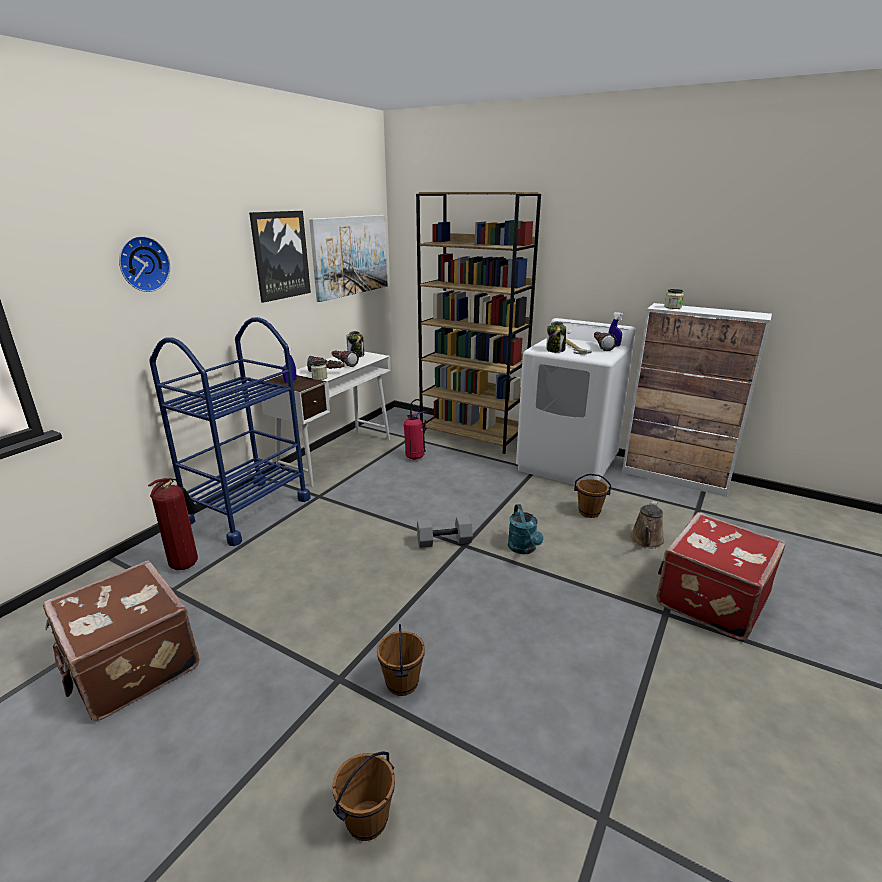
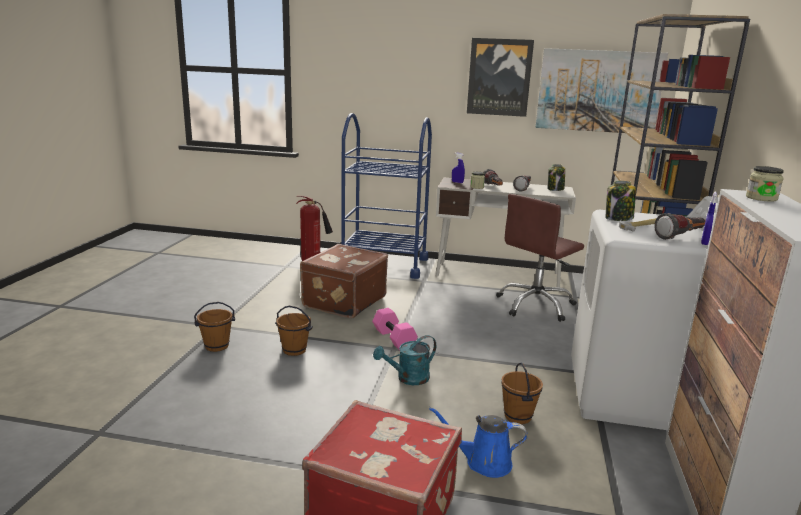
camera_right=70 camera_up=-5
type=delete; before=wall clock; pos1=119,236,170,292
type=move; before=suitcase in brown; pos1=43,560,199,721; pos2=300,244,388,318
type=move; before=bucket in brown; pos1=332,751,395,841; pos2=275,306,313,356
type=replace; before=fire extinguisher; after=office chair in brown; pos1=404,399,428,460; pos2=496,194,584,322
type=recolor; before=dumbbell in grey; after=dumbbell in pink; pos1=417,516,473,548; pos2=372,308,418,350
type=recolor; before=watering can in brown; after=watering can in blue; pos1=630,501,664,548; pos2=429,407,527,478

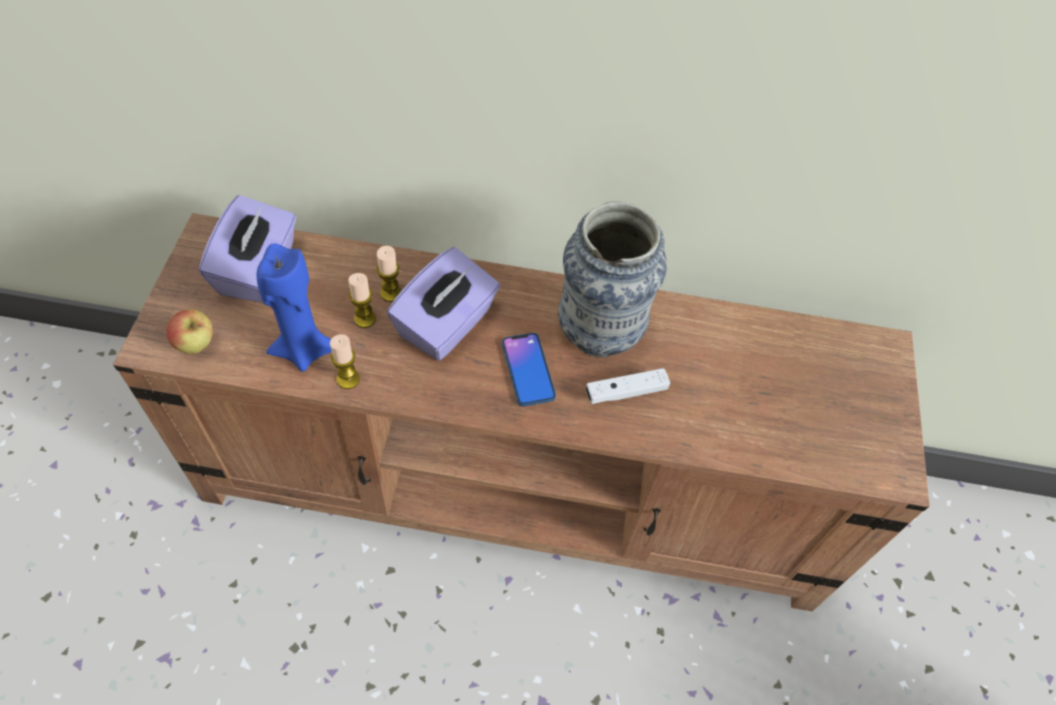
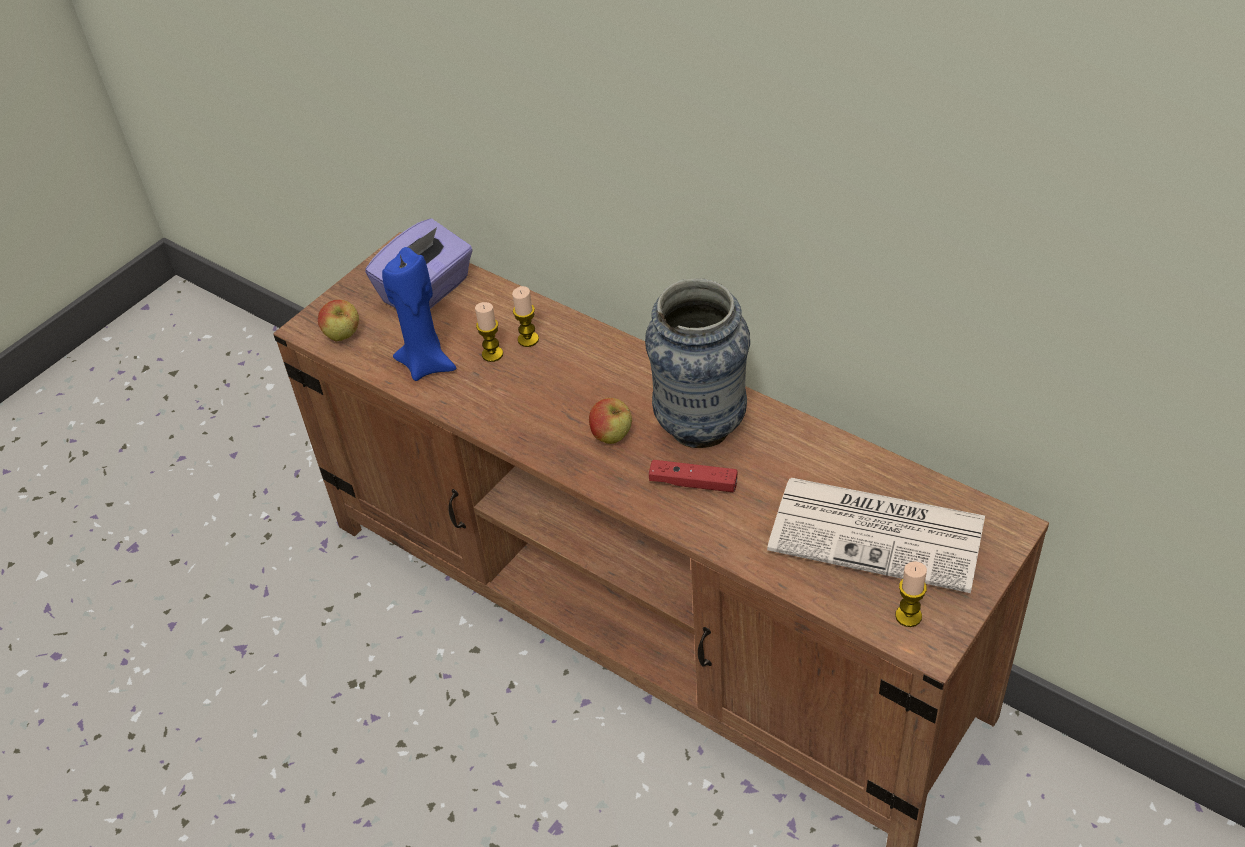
camera_right=35 camera_up=-10
type=delete; before=tissue box in purple; pos1=387,247,500,361
type=insert; after=newspaper; pos2=767,478,985,593
type=move; before=candle; pos1=330,334,360,389; pos2=895,562,927,627
type=replace; before=phone; after=apple; pos1=502,333,556,406; pos2=589,398,632,444
type=recolor; before=game controller in white; after=game controller in red; pos1=586,368,670,404; pos2=649,460,738,492

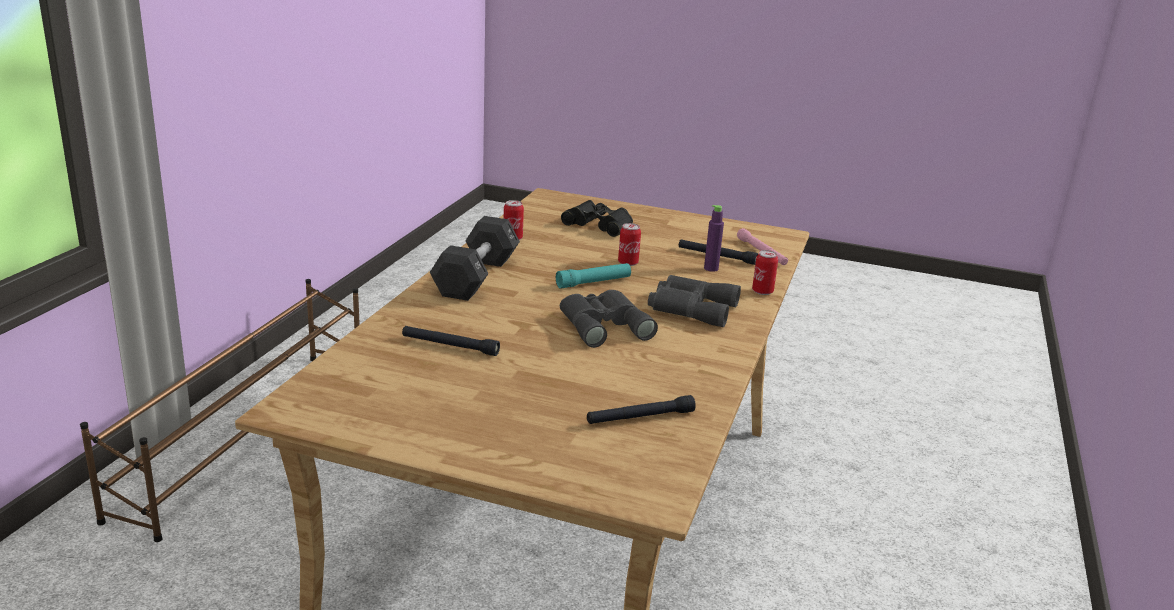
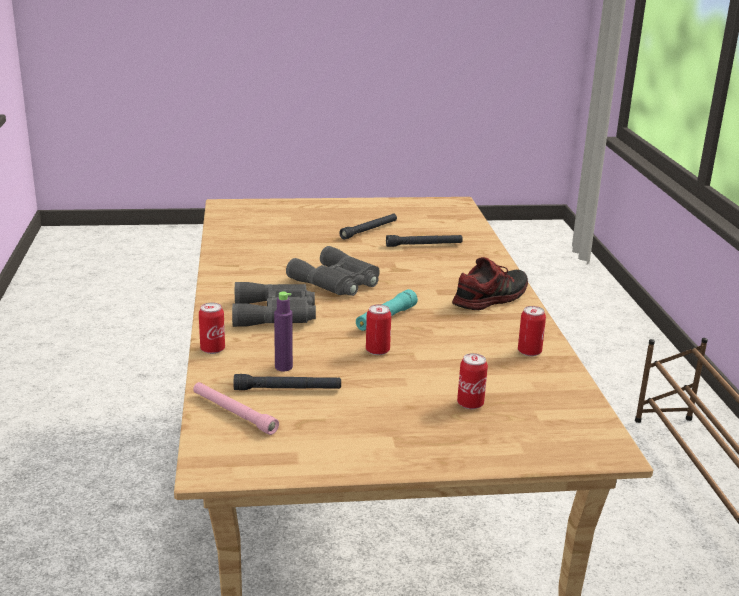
camera_right=155 camera_up=0
type=move; before=flashlight in black; pos1=587,395,696,424; pos2=339,214,397,240
type=replace; before=dumbbell in black; after=shoe; pos1=430,216,520,301; pos2=452,257,528,310
type=replace; before=binoculars in black; after=can; pos1=561,200,633,237; pos2=457,353,488,409

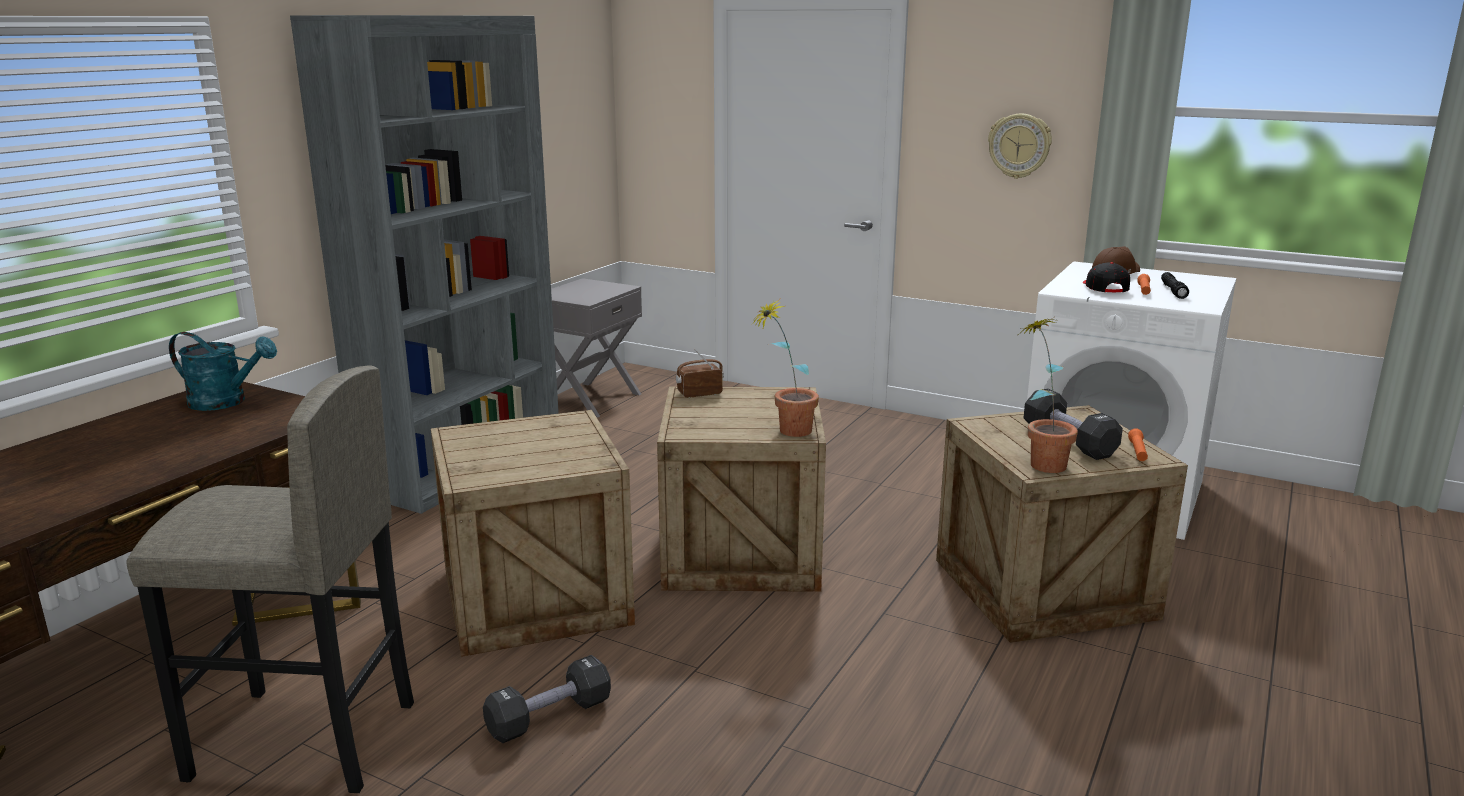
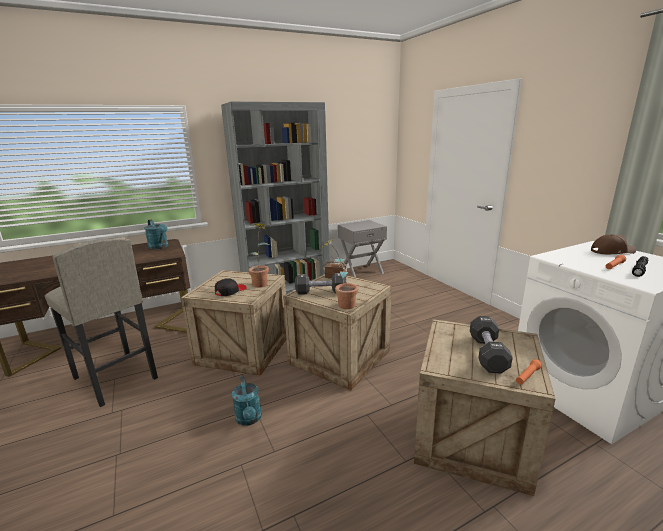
camera_right=35 camera_up=0
type=delete; before=wall clock; pos1=988,114,1052,179
type=insert; after=watering can in turquoise; pos2=232,376,262,426
type=move; before=dumbbell in black; pos1=483,655,611,743; pos2=295,273,346,295
type=move; before=potted plant; pos1=1016,317,1078,473; pos2=247,223,270,288
type=move; before=cap in black; pos1=1083,262,1130,292; pos2=215,278,247,296

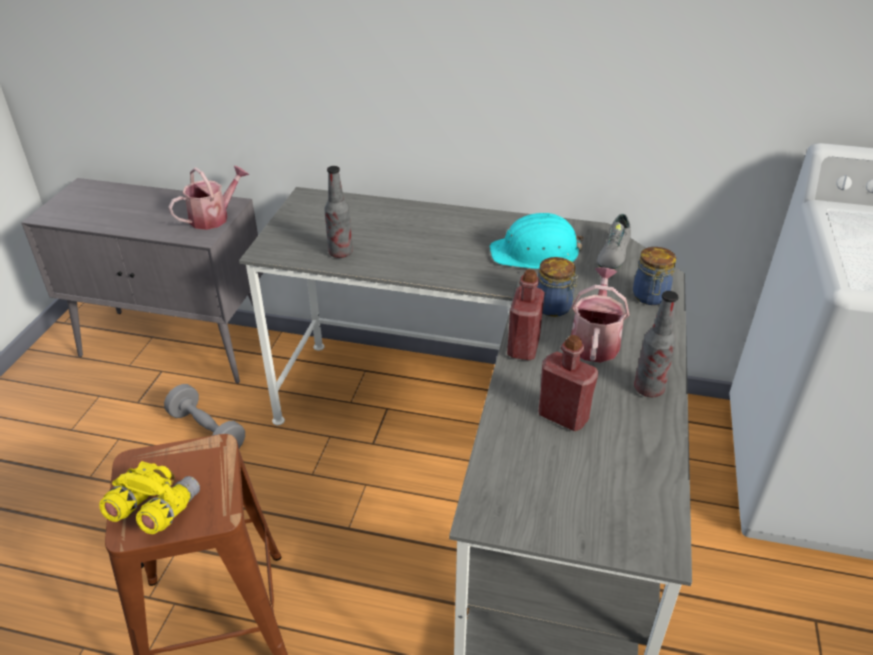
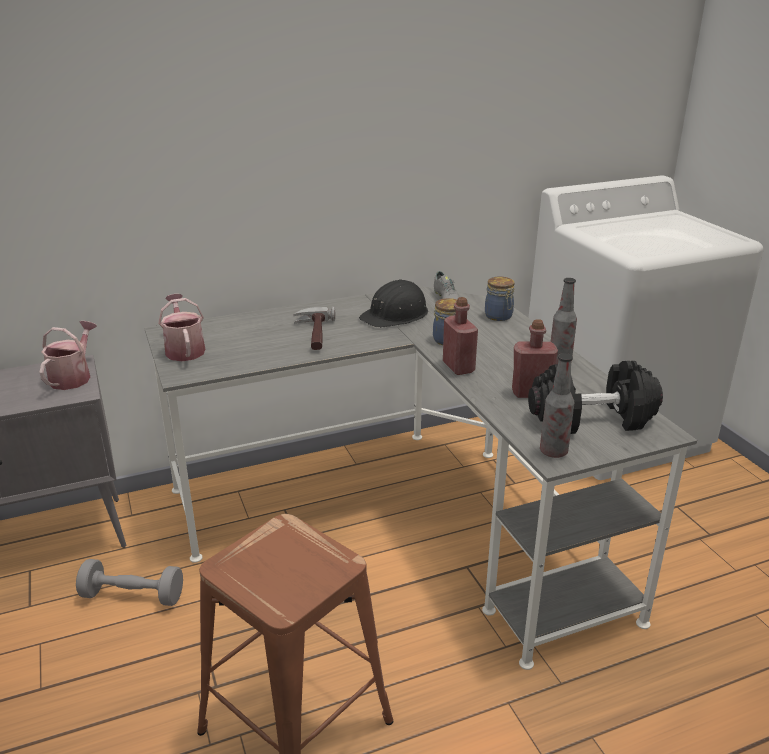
camera_right=-35 camera_up=-10
type=delete; before=binoculars in yellow; pos1=99,461,200,534
type=insert; after=hammer; pos2=294,307,335,350
type=insert; after=dumbbell in black; pos2=528,361,663,434
type=move; before=bottle; pos1=324,166,353,258; pos2=540,353,574,458
type=move; before=watering can; pos1=571,267,629,363; pos2=158,294,205,361
type=recolor; before=hard hat in turquoise; after=hard hat in black; pos1=490,213,584,269; pos2=359,279,428,328

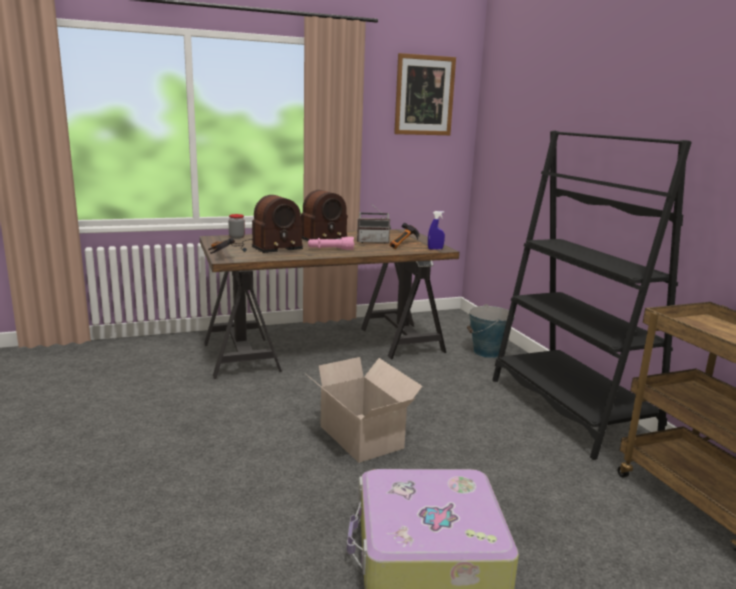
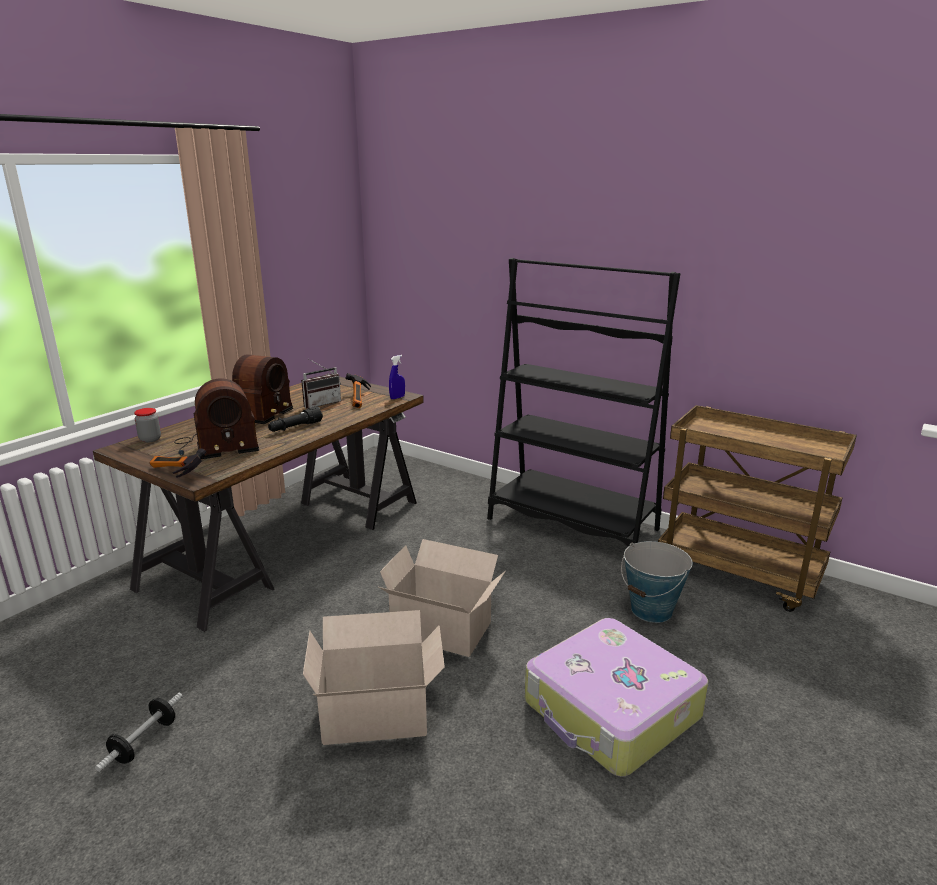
camera_right=-35 camera_up=5
type=delete; before=picture; pos1=394,53,456,135
type=insert; after=dumbbell; pos2=95,693,183,772
type=insert; after=cardboard box; pos2=303,610,445,745
type=move; before=bucket; pos1=467,304,515,358; pos2=621,541,693,623
type=recolor; before=flashlight in pink; after=flashlight in black; pos1=308,237,354,250; pos2=268,406,323,432
type=rotate; before=radio; pos1=231,195,303,253; pos2=174,378,259,459; turn=45

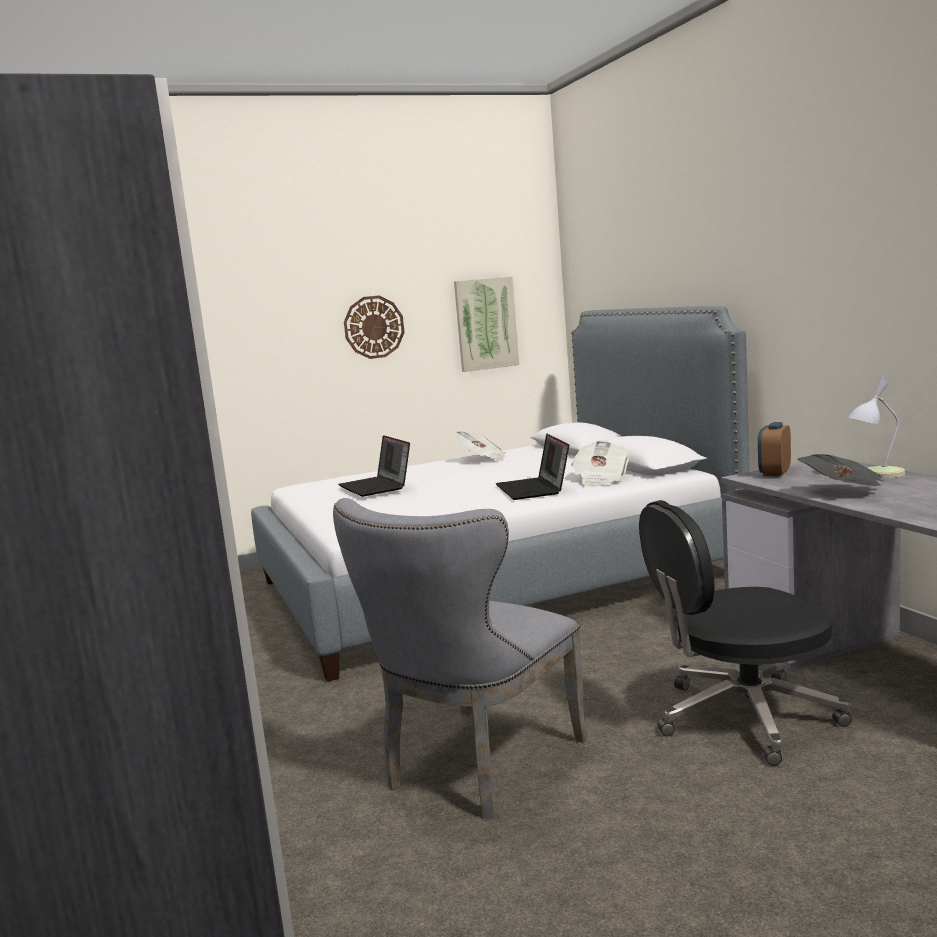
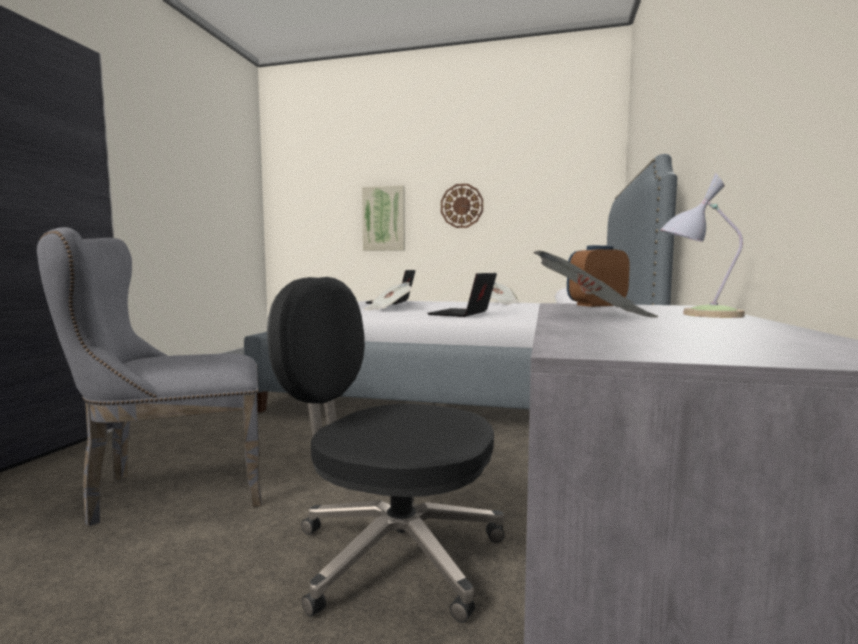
camera_right=35 camera_up=-5
type=move; before=picture; pos1=454,276,519,372; pos2=362,185,405,251
type=move; before=newspaper; pos1=571,440,630,487; pos2=364,282,412,310

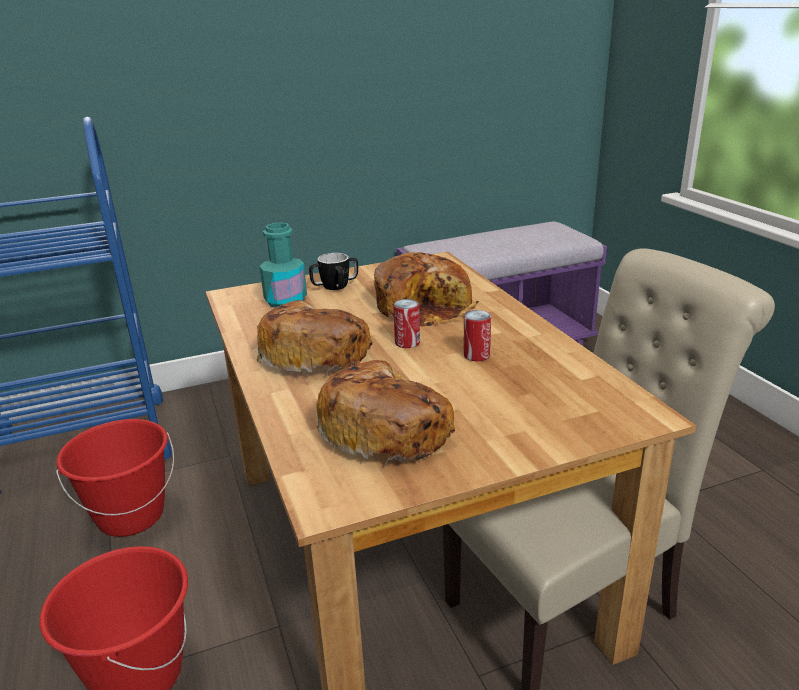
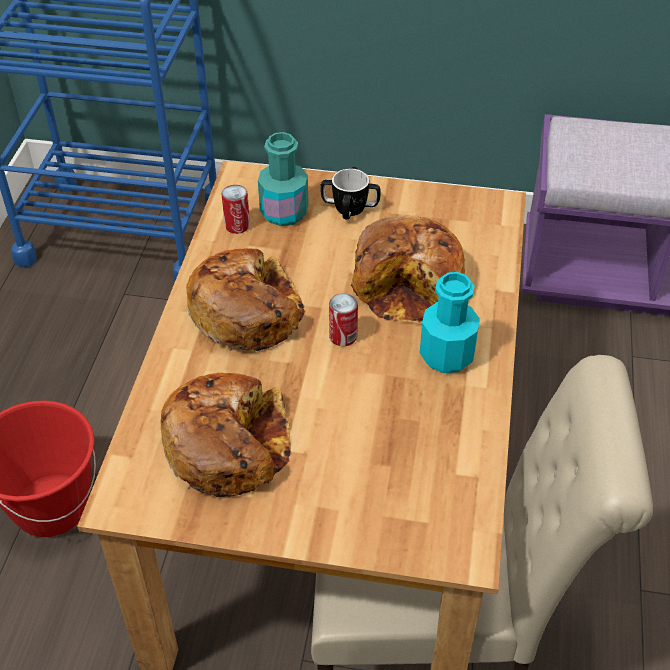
camera_right=30 camera_up=20
type=delete; before=bucket in red; pos1=56,419,174,537
type=insert; after=bottle in turquoise; pos2=420,272,480,373
type=move; before=can; pos1=463,310,491,361; pos2=221,185,250,234

